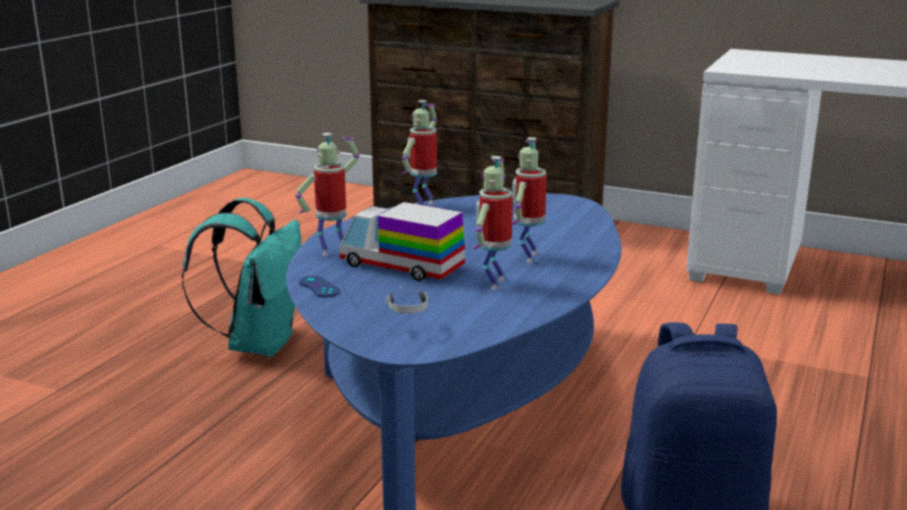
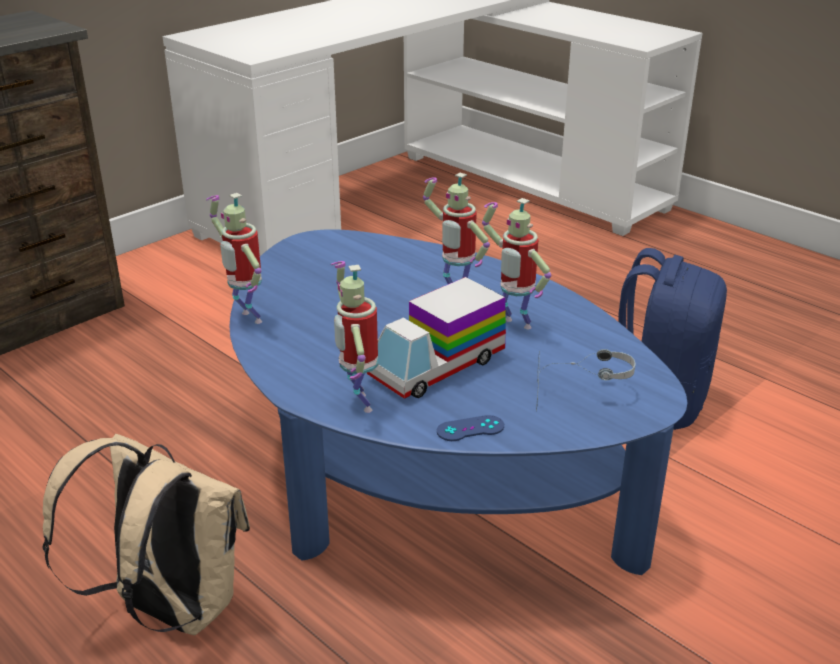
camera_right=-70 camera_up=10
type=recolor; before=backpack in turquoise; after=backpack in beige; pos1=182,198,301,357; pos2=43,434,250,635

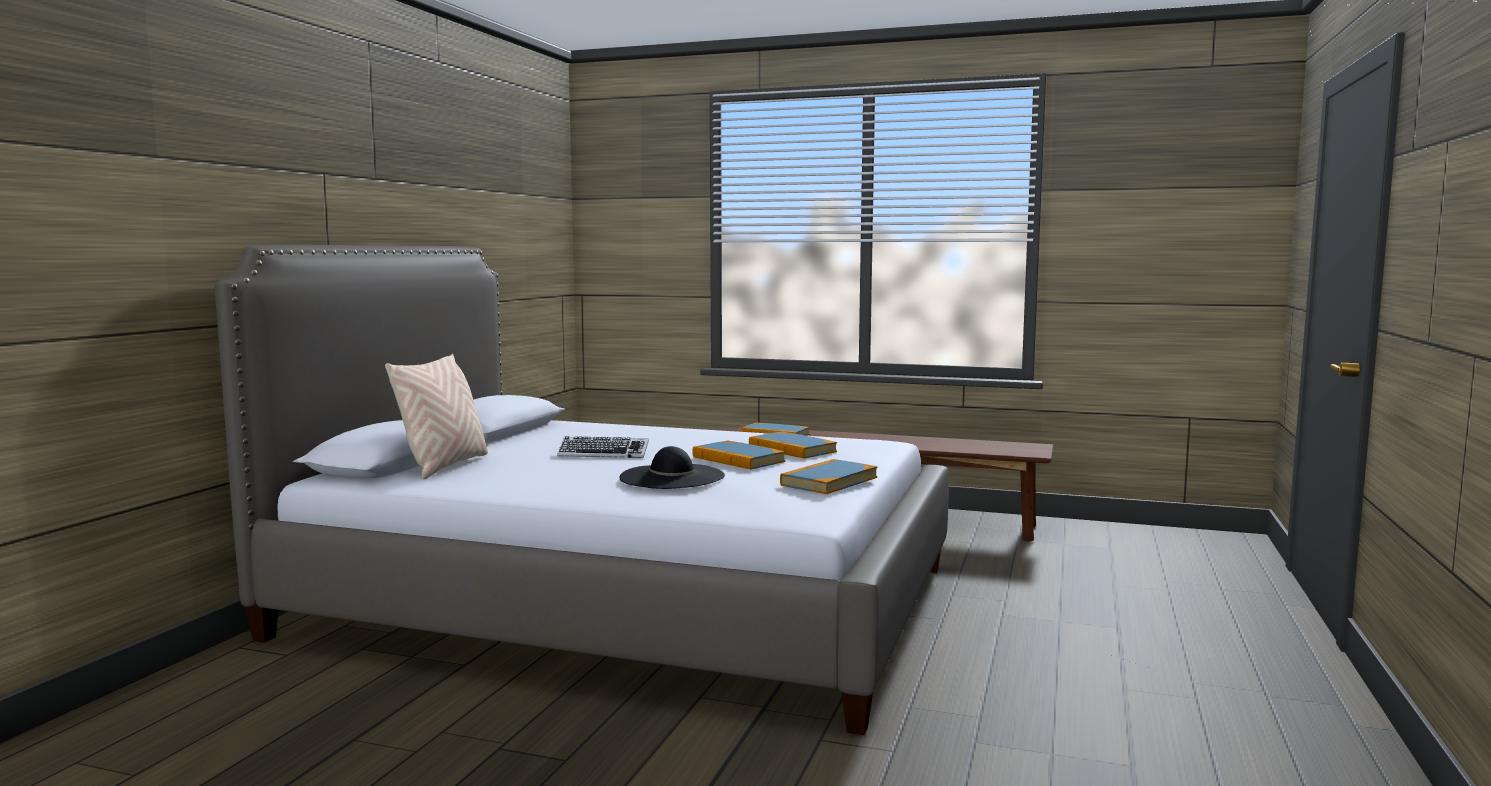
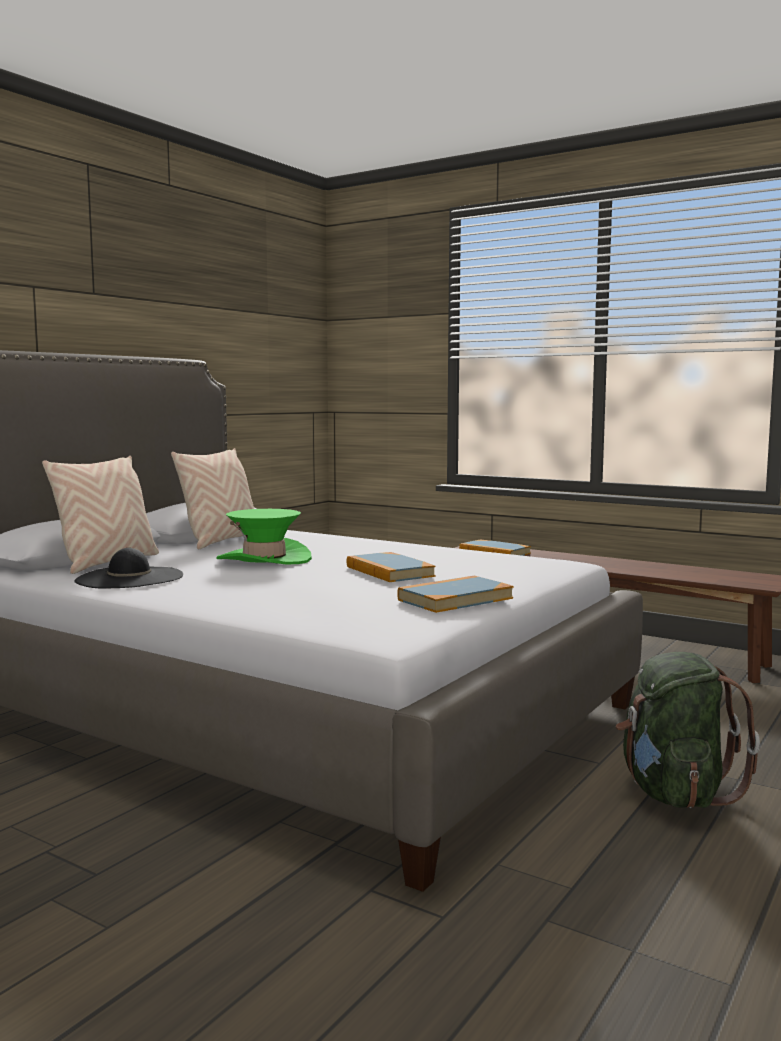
camera_right=15 camera_up=0
type=delete; before=book; pos1=749,432,837,459
type=insert; after=pillow in beige; pos2=171,448,254,549
type=insert; after=backpack in green; pos2=616,652,760,808
type=move; before=hat in black; pos1=619,446,725,489; pos2=74,548,183,588
type=replace; before=keyboard; after=hat in green; pos1=557,436,649,458; pos2=217,509,312,565

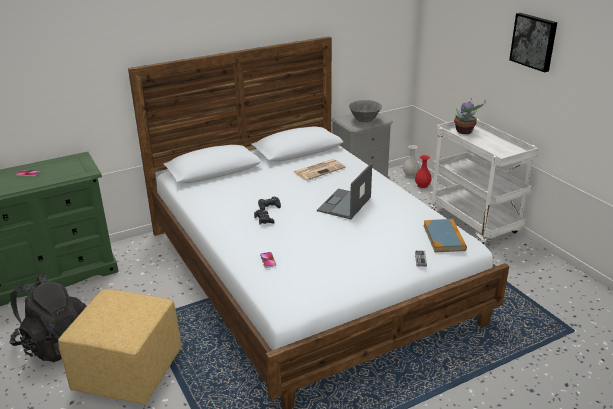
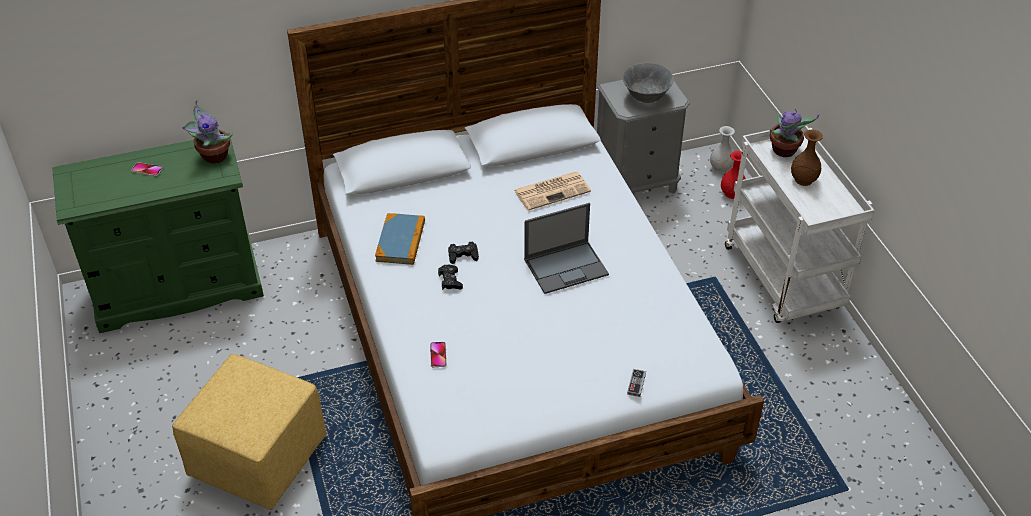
camera_right=10 camera_up=15
type=delete; before=backpack in black; pos1=10,274,87,362
type=delete; before=picture; pos1=509,13,557,72
type=insert; after=potted plant; pos2=182,100,233,163
type=insert; after=vase in brown; pos2=791,130,823,186
type=move; before=book; pos1=423,219,467,252; pos2=375,213,425,265
type=rotate; before=laptop; pos1=317,163,372,219; pos2=524,203,609,294; turn=-150

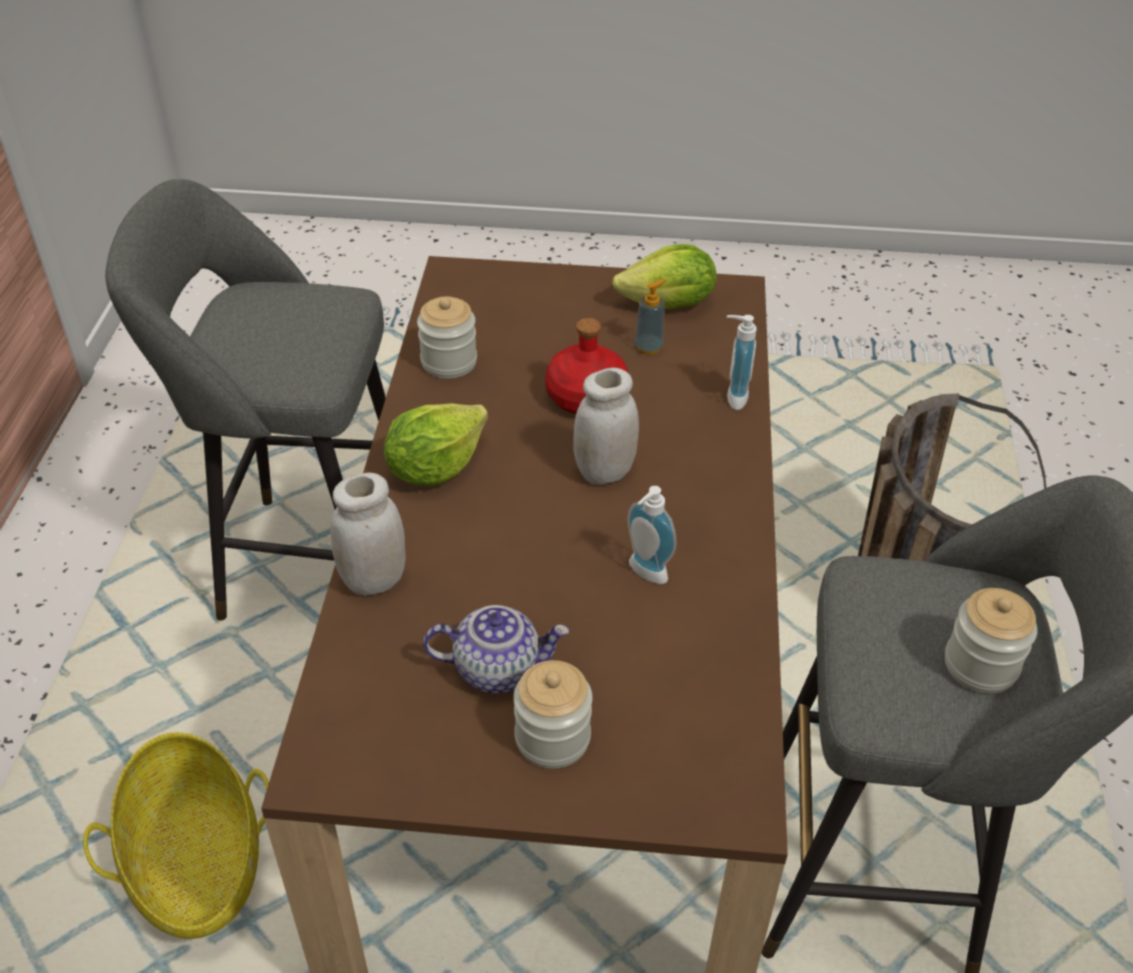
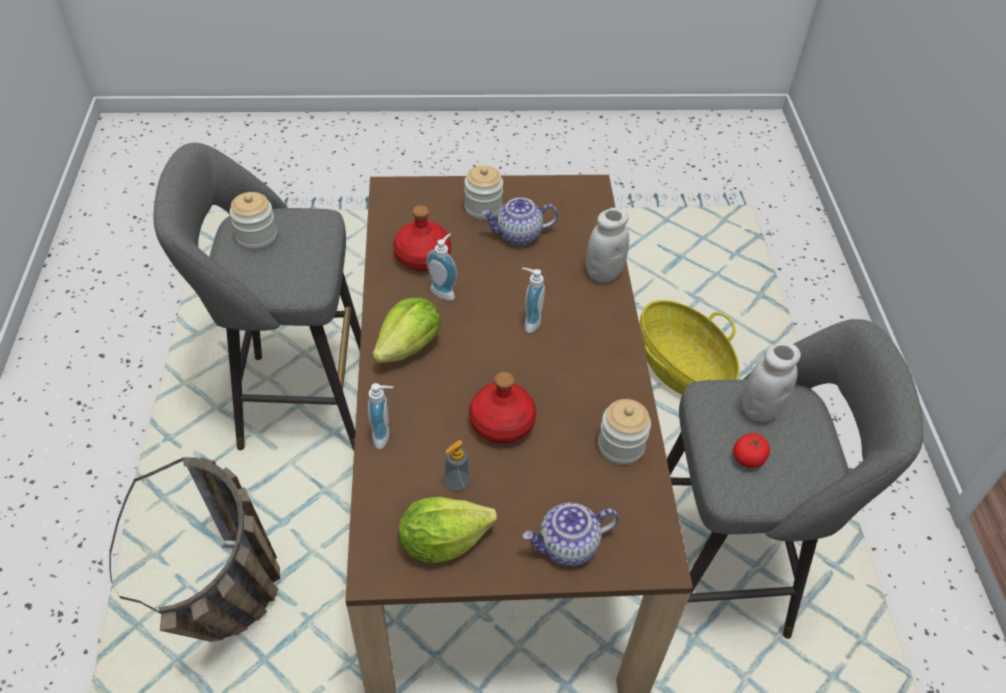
camera_right=170 camera_up=5
type=insert; after=bottle in red; pos2=393,205,451,271
type=insert; after=soap dispenser; pos2=522,267,545,333
type=insert; after=teapot; pos2=522,503,619,566
type=insert; after=tomato; pos2=733,433,770,468
type=move; before=lettuce; pos1=384,403,488,487; pos2=372,298,441,363
type=move; before=jar in white; pos1=573,368,639,485; pos2=743,341,801,422

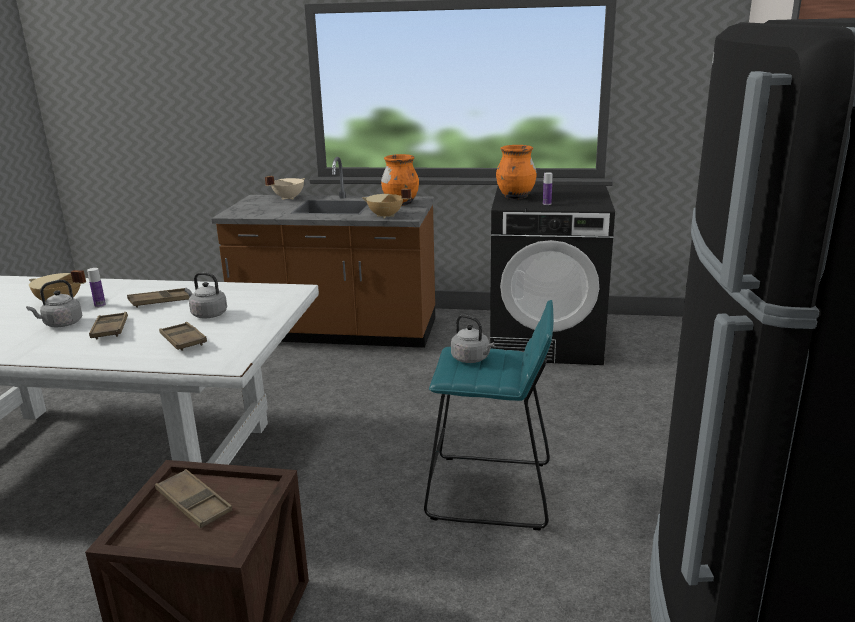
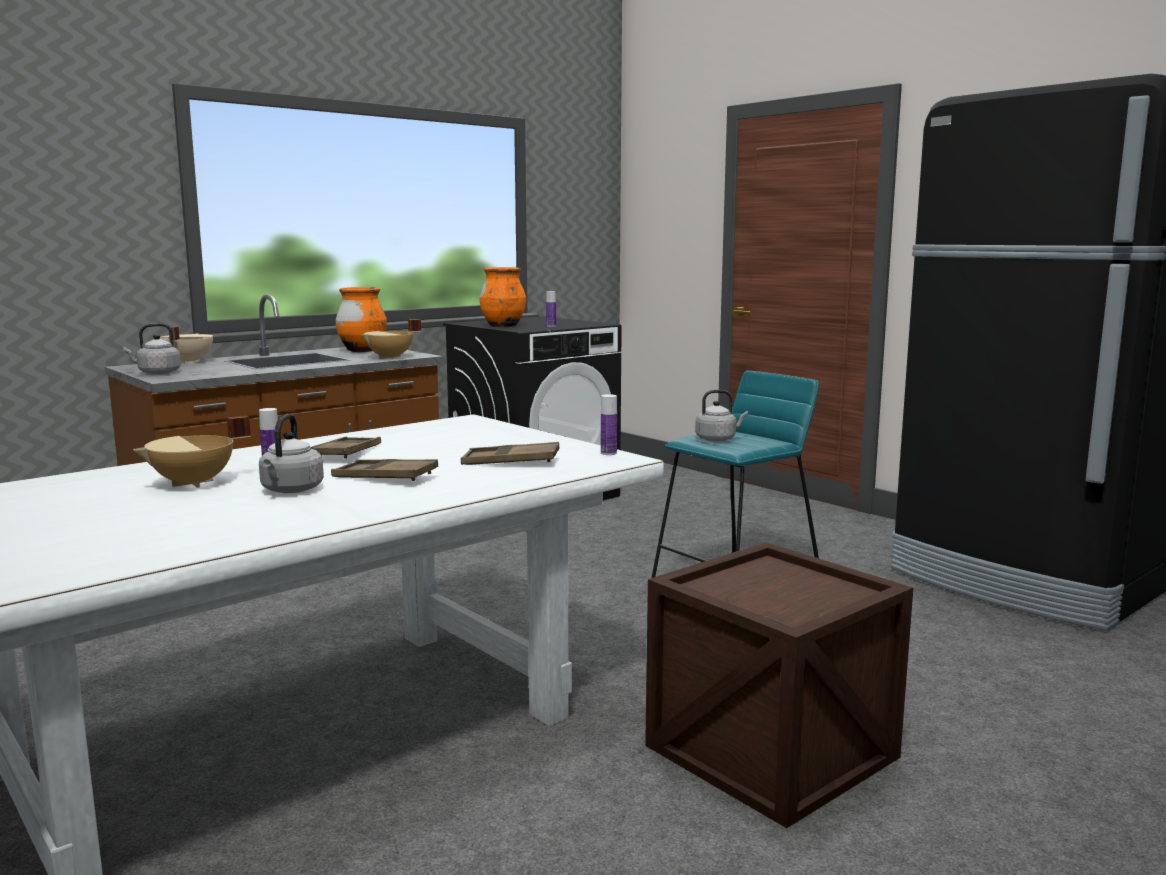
camera_right=-50 camera_up=-10
type=delete; before=tray in brown; pos1=155,469,232,528
type=insert; after=bottle; pos2=601,394,617,455
type=move; before=kettle in grey; pos1=185,272,227,319; pos2=123,323,181,374

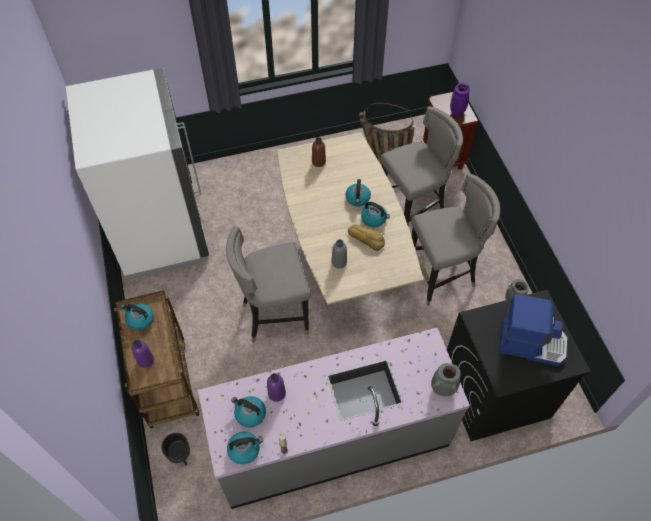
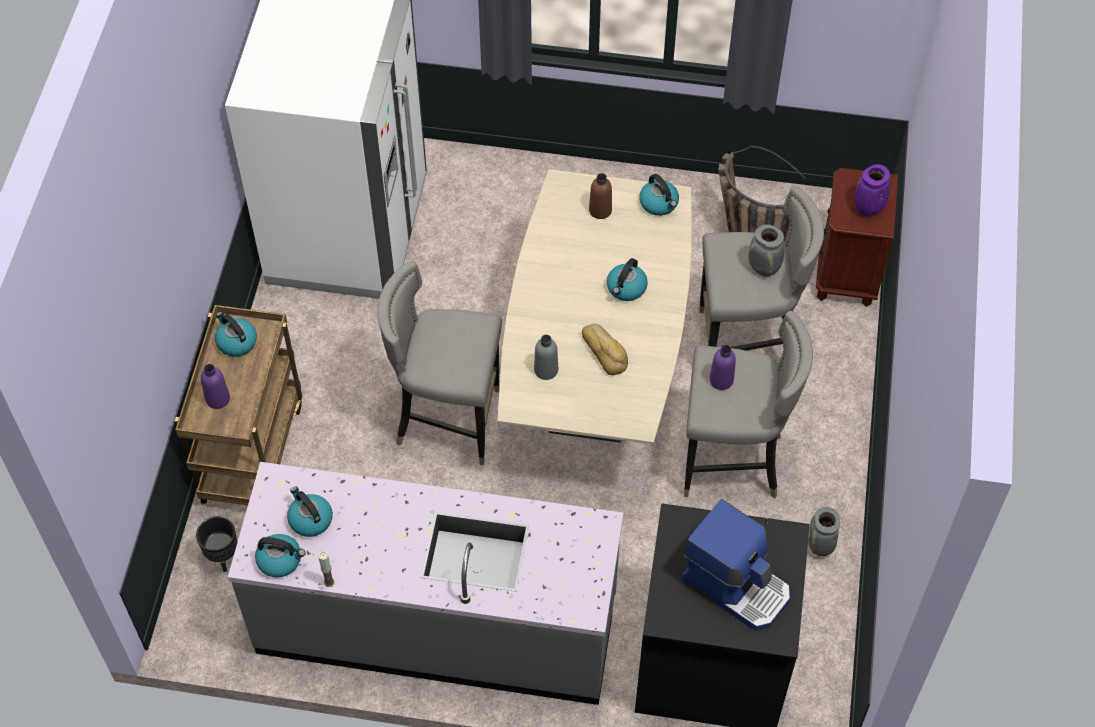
camera_right=25 camera_up=0
type=move; before=bottle in purple; pos1=267,373,286,402; pos2=709,345,736,390
type=move; before=kettle; pos1=361,202,390,227; pos2=639,174,679,216
type=move; before=vase in grey; pos1=431,363,461,396; pos2=749,224,784,277

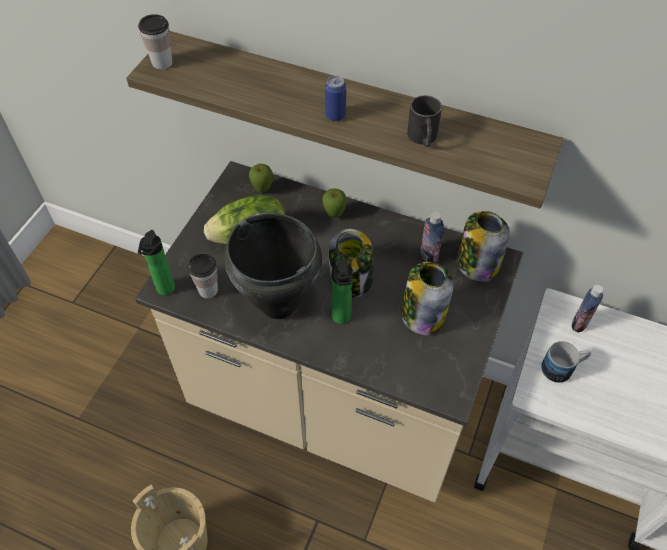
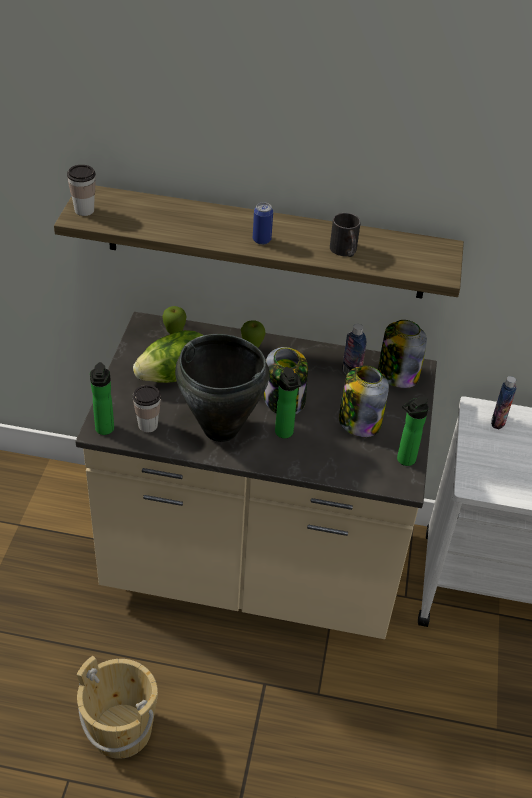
camera_right=-15 camera_up=-10
type=delete; before=mug; pos1=541,341,591,383
type=insert; after=bottle; pos2=397,396,429,466

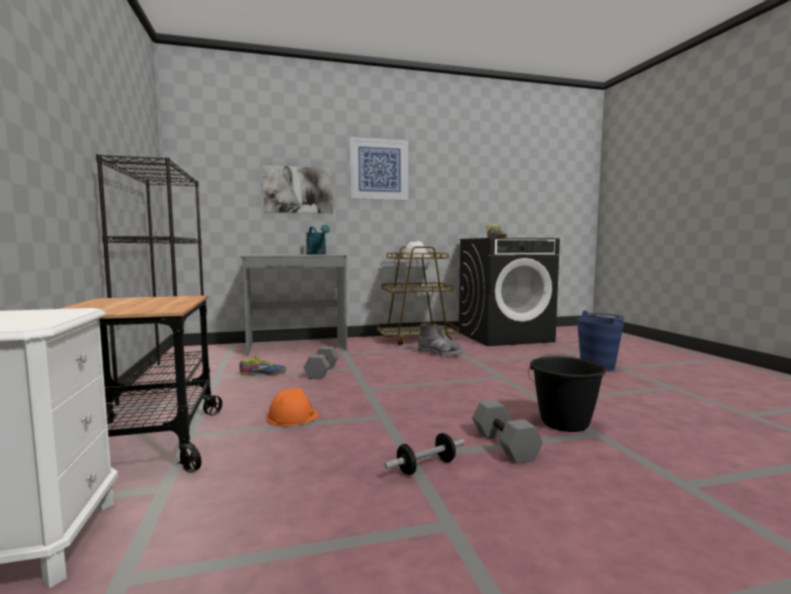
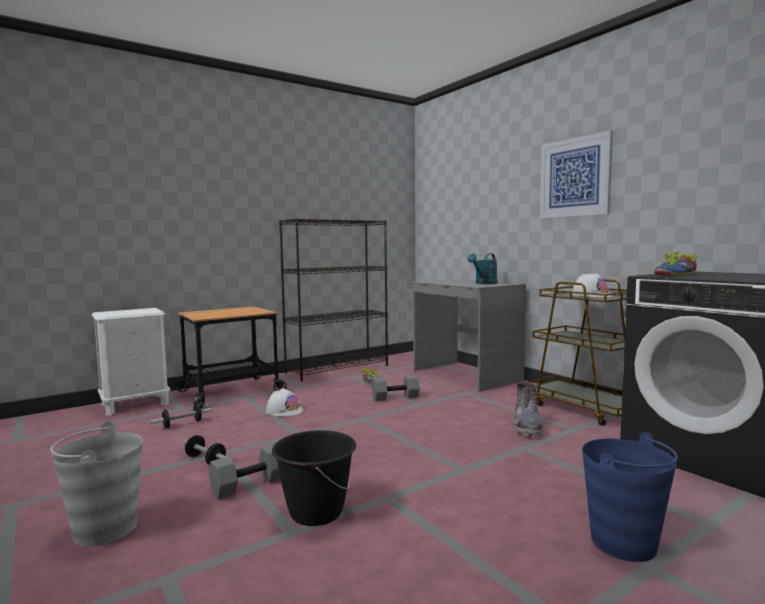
camera_right=70 camera_up=0
type=delete; before=picture; pos1=262,165,333,213
type=insert; after=bucket in grey; pos2=50,422,143,547
type=insert; after=dumbbell; pos2=150,404,212,428
type=recolor; before=hard hat in orange; after=hard hat in white; pos1=267,388,319,426; pos2=266,388,303,416

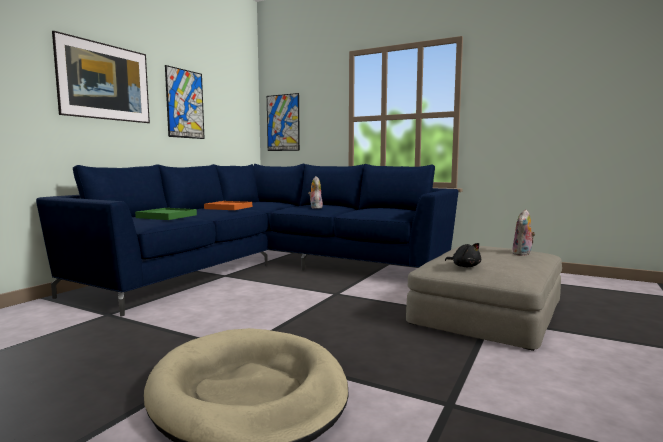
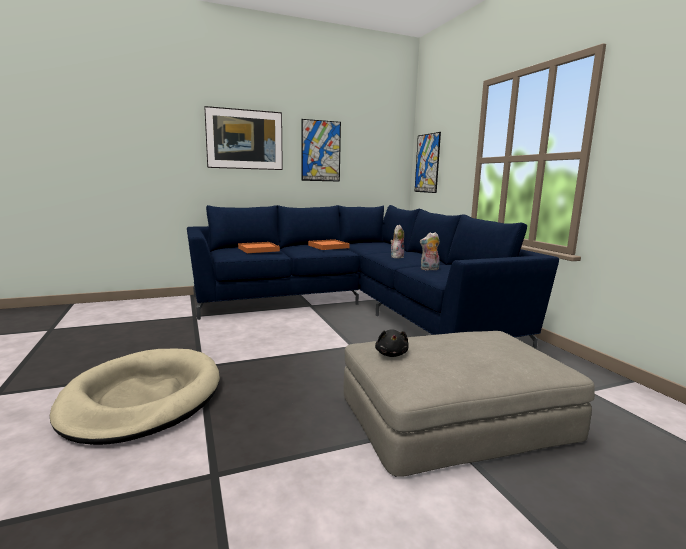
camera_right=40 camera_up=5
type=move; before=plush toy; pos1=513,209,536,256; pos2=420,232,440,270
type=recolor; before=tray in green; after=tray in orange; pos1=135,208,197,220; pos2=238,242,280,253

